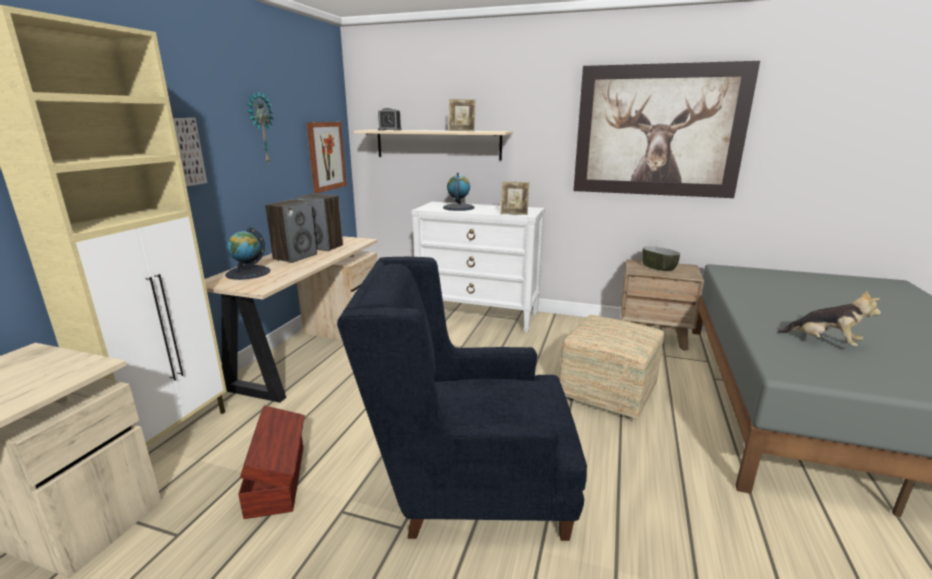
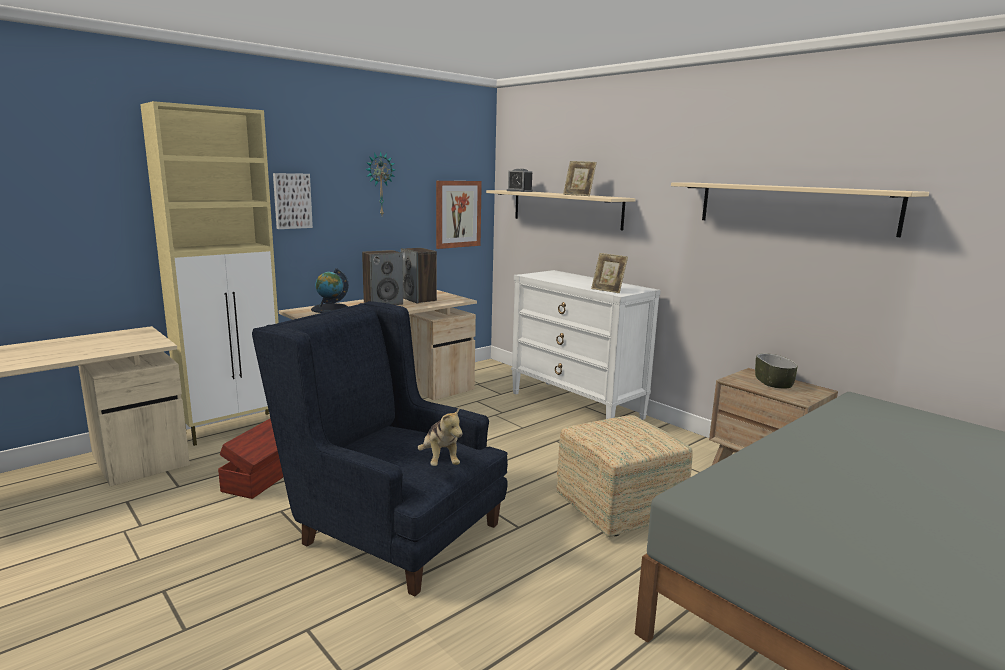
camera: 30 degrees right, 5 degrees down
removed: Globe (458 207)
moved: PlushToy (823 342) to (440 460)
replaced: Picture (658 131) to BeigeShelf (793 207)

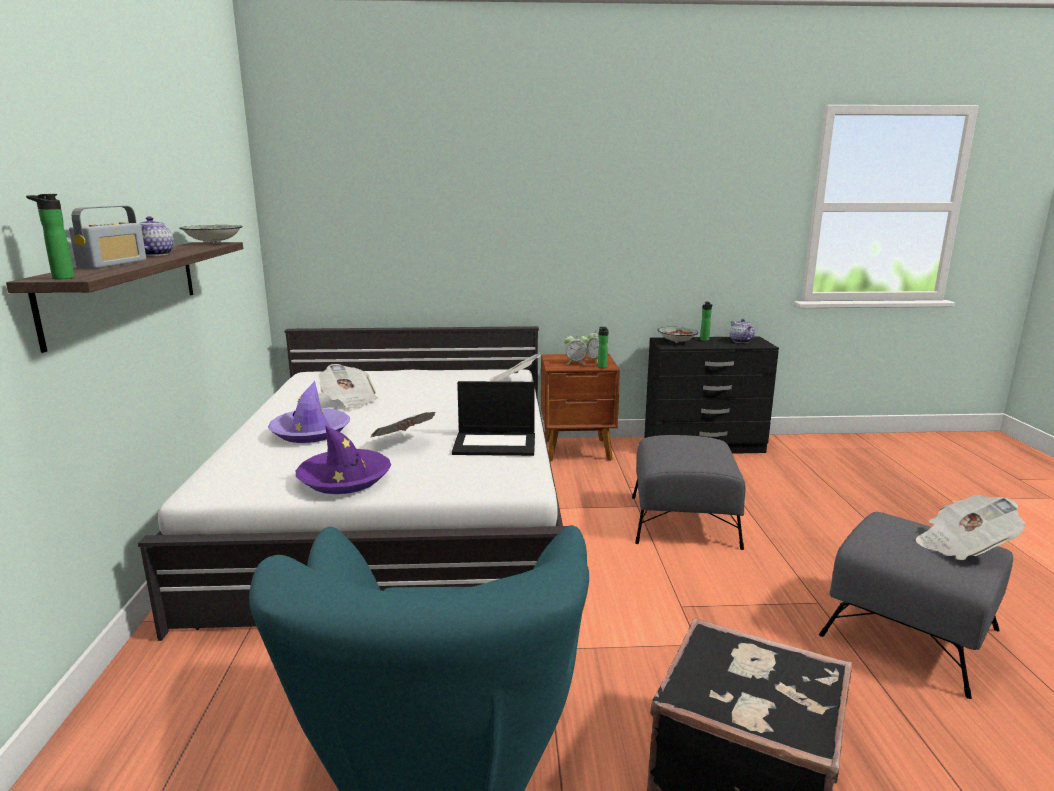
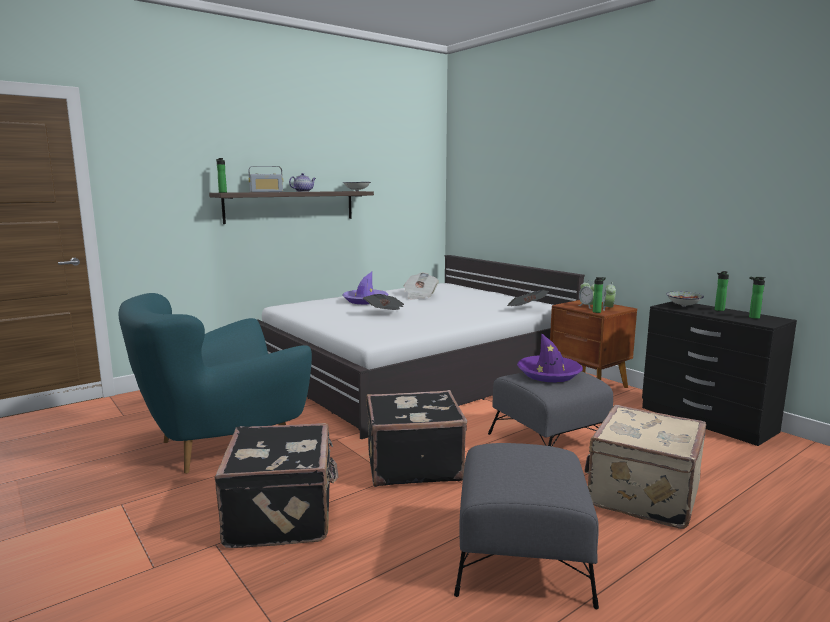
camera: 55 degrees right, 5 degrees down
removed: Laptop (496 444); Newspaper (963 546)
added: BlackSuitcase (412 465); BeigeSuitcase (641 494)
moved: PurpleHat (345 479) to (549 374)
replaced: Teapot (740 341) to Bottle (752 317)

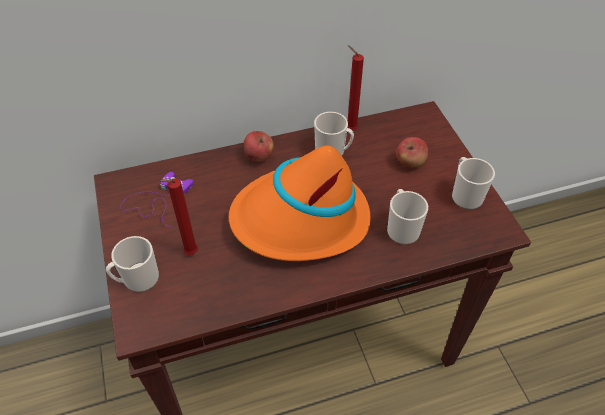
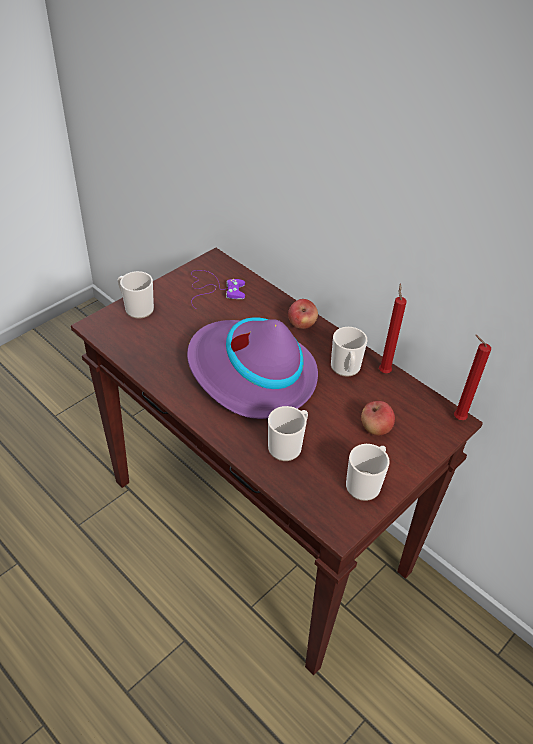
camera: 60 degrees right, 5 degrees down
moved: RedCandle (189 253) to (457 418)
recoloured: OrangeHat (301 219) to PurpleHat (251 375)

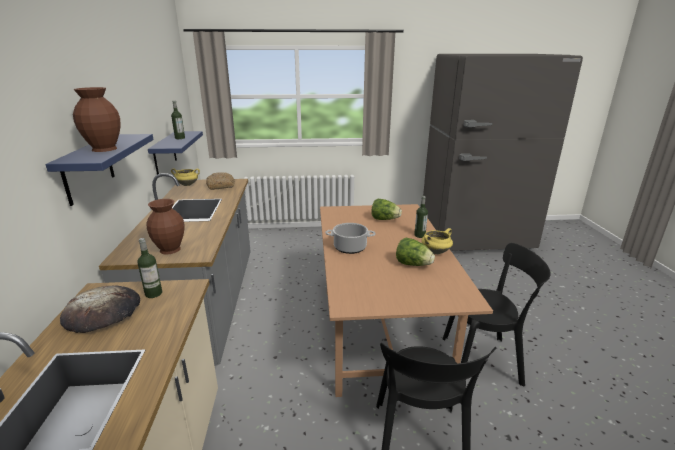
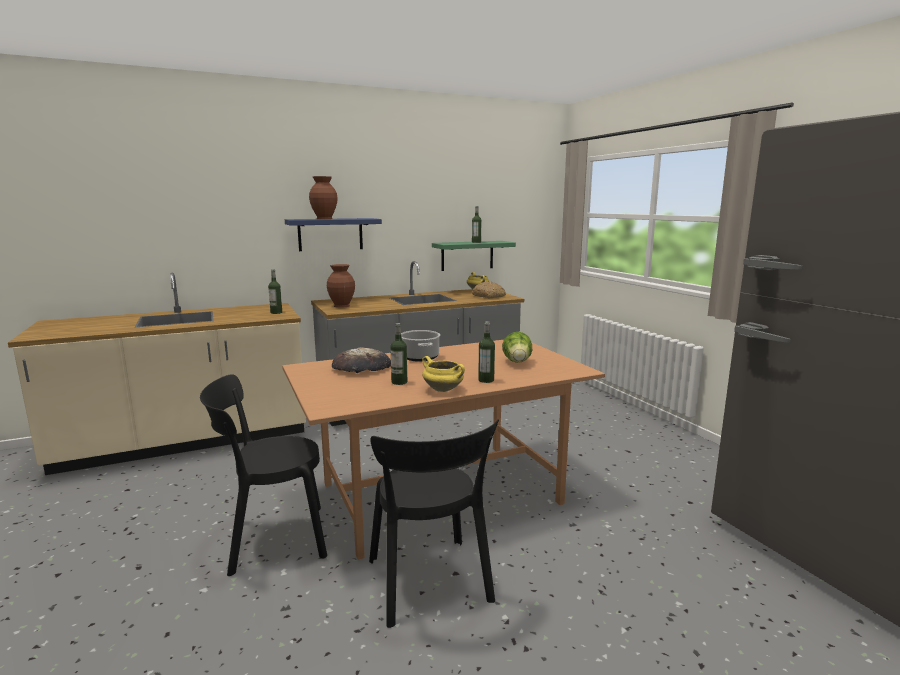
camera: 70 degrees right, 10 degrees down
moved: Bread (103 312) to (361 367)
replaced: Lettuce (413 264) to Bottle (399 382)
recoloured: BlueShelf (164 153) to GreenShelf (467 255)

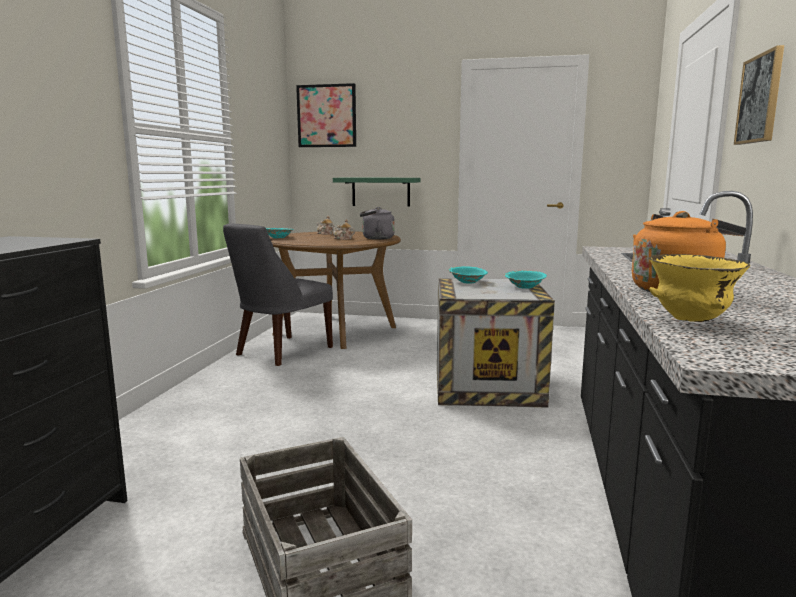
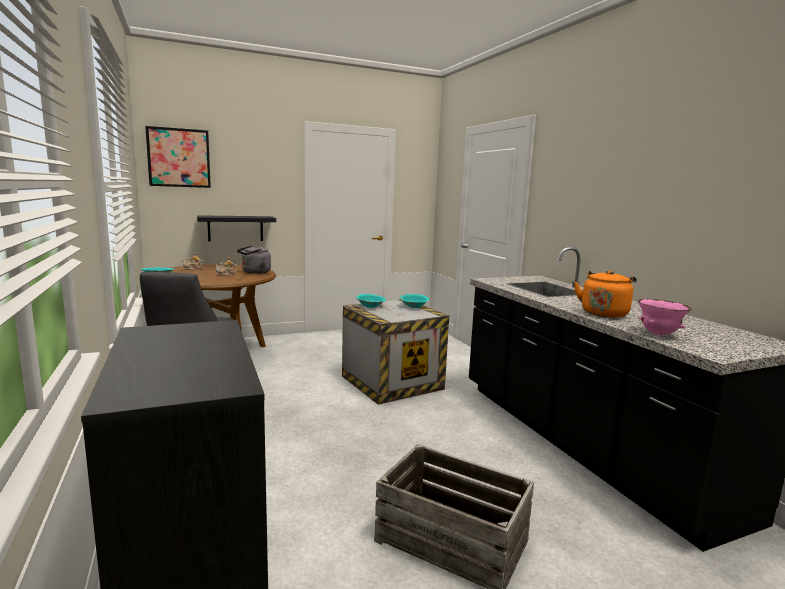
camera: 35 degrees left, 0 degrees up
removed: Picture (760 99)
recoloured: GreenShelf (381 191) to BlackShelf (235 228); YellowBowl (690 321) to PinkBowl (658 334)

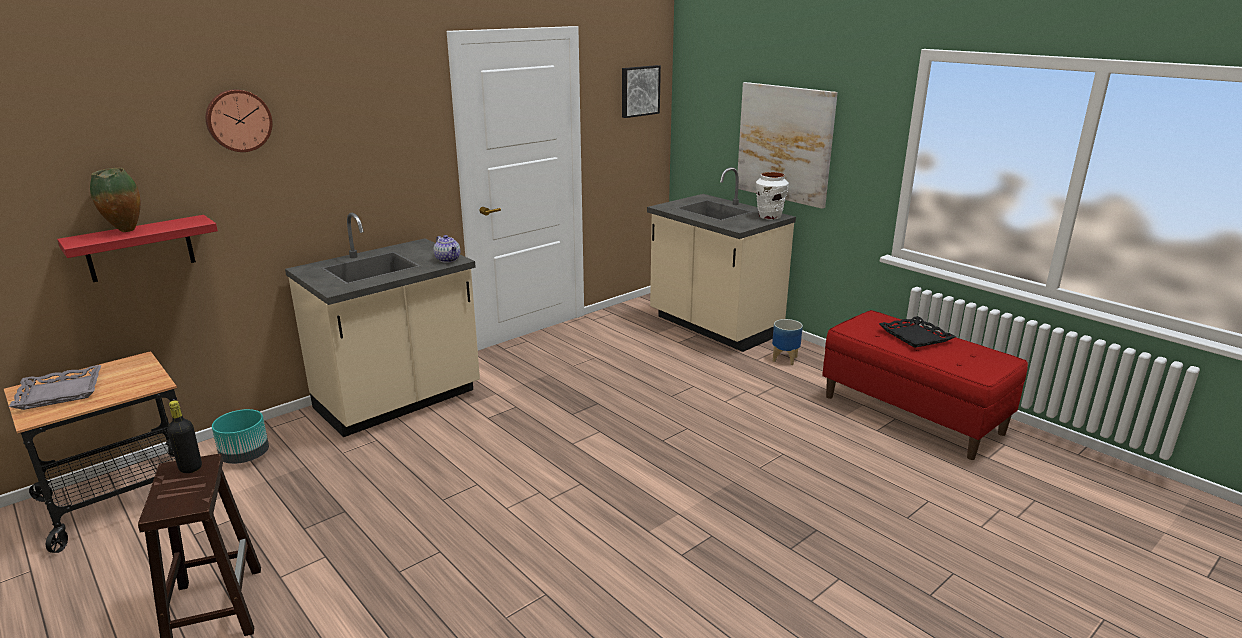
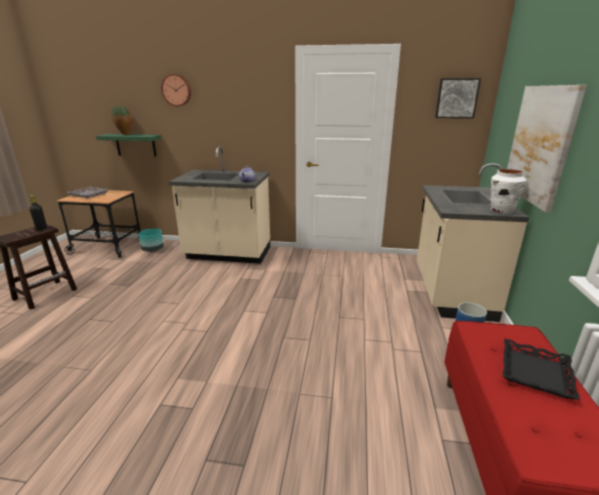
camera: 50 degrees right, 0 degrees up
recoloured: RedShelf (140 249) to GreenShelf (135 145)

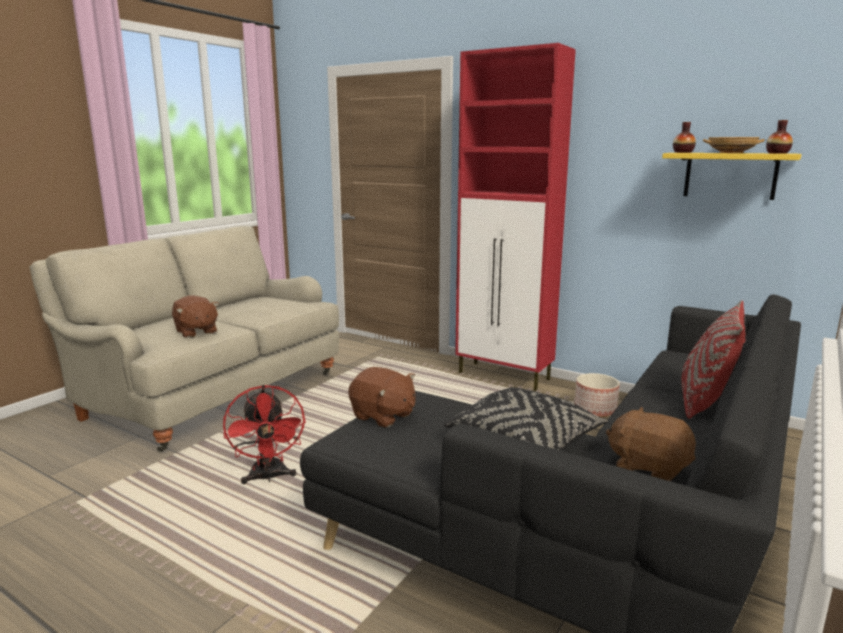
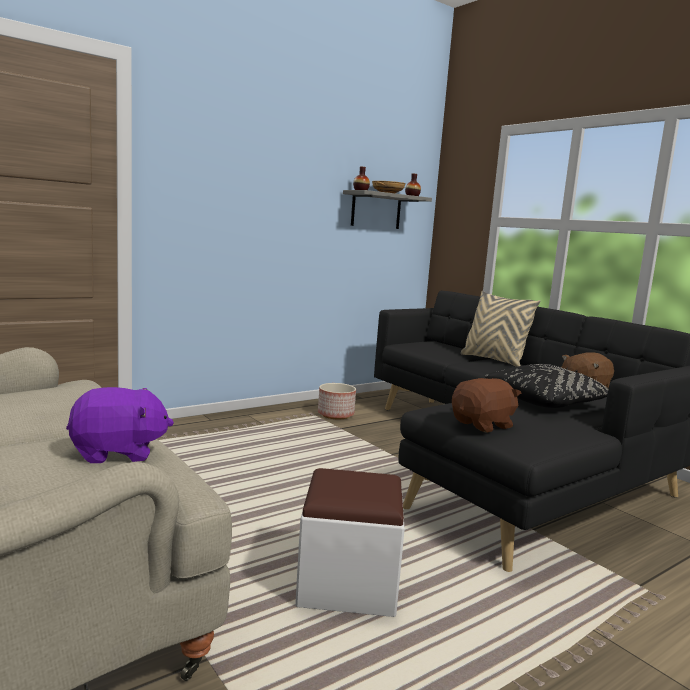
camera: 70 degrees left, 5 degrees down
removed: RedCabinet (505 376)
replaced: RedFan (268 477) to WhiteOttoman (348 584)
recoloured: BrownPlushToy (196 332) to PurplePlushToy (118 453); YellowShelf (730 175) to GreyShelf (376 210); RedPillow (705 403) to BeigePillow (493 360)

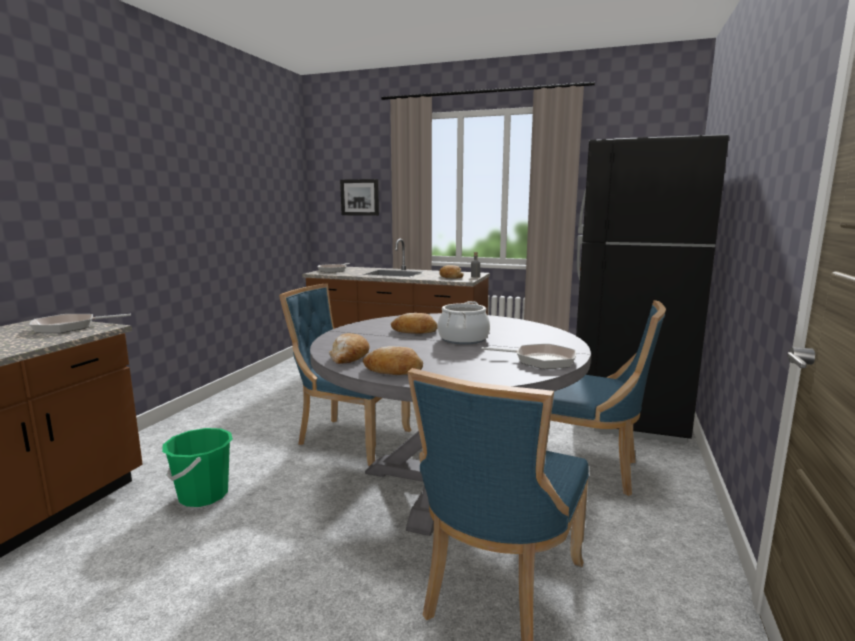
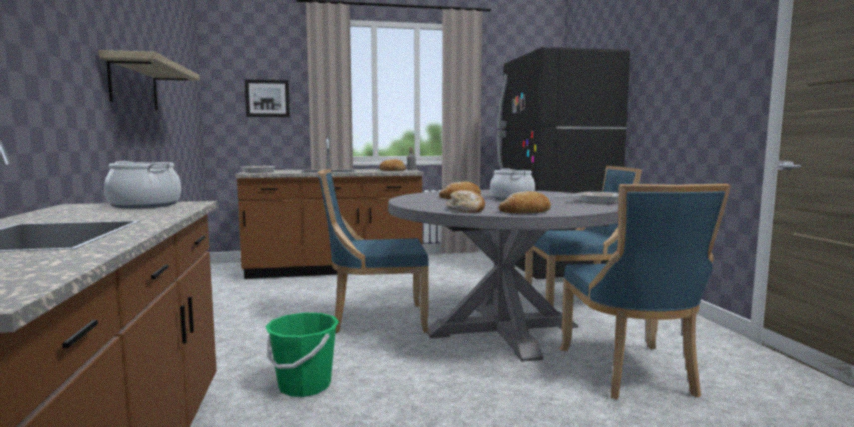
camera: 30 degrees left, 5 degrees down
added: Shelf (134 85)
replaced: FryingPan (69 327) to CookingPot (145 205)

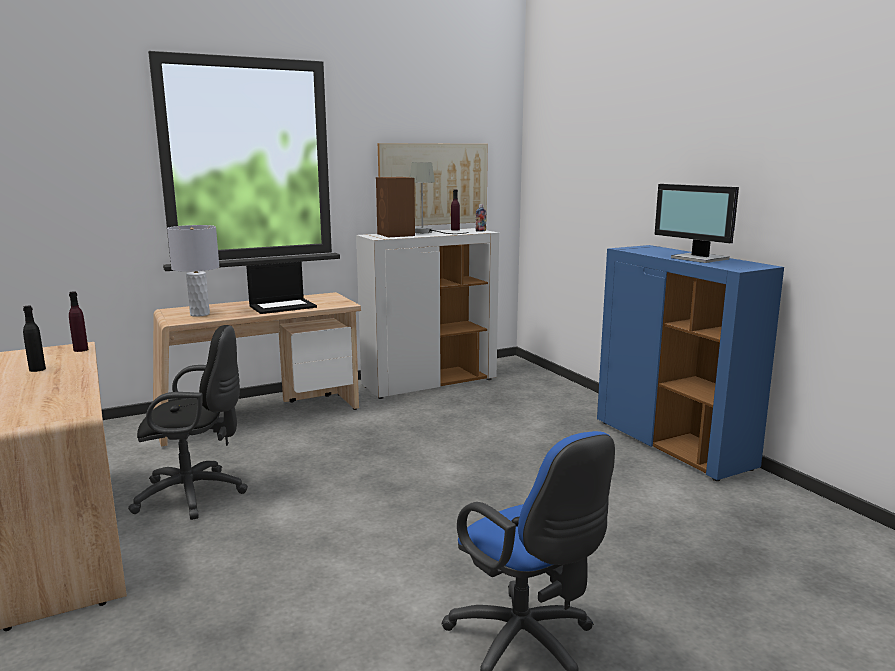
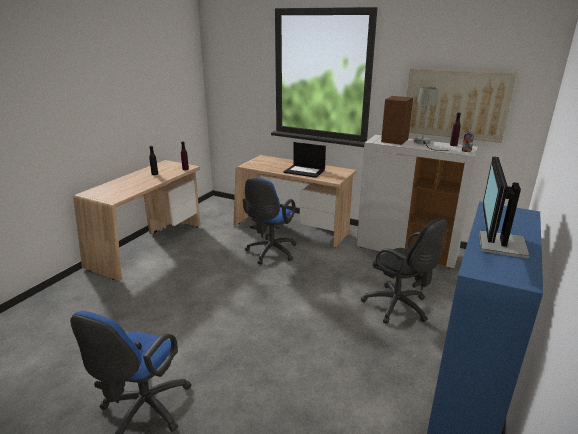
camera: 55 degrees right, 10 degrees up
removed: GreyTableLamp (199 314)
added: BlueOfficeChair (270 253)
moved: BlackOfficeChair (196 494) to (399 307)

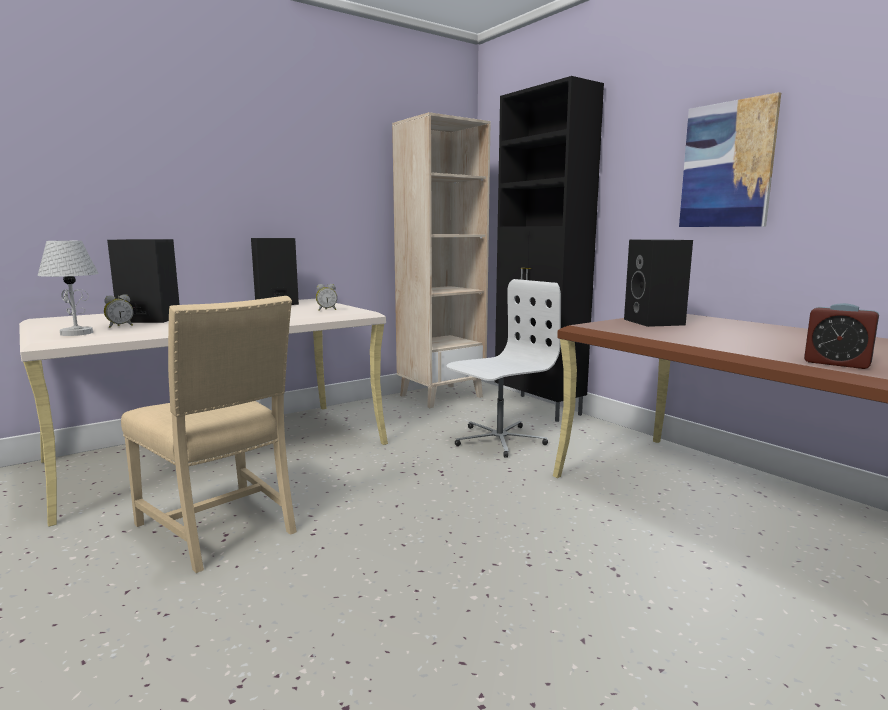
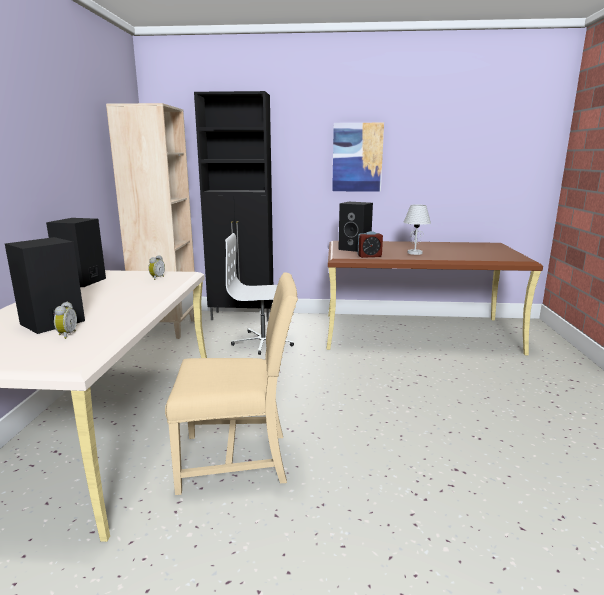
camera: 50 degrees left, 5 degrees up
moved: WhiteTableLamp (76 333) to (414 253); AlarmClock (836 363) to (369 256)
turned: WhiteOfficeChair (498 440) = (263 342) 90 degrees counterclockwise

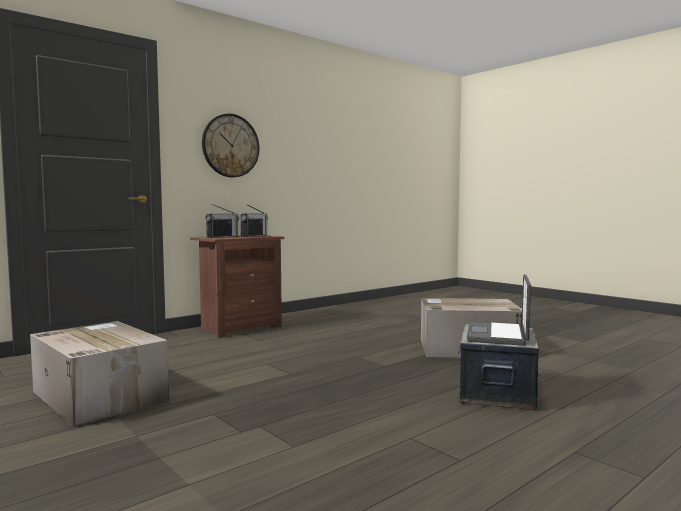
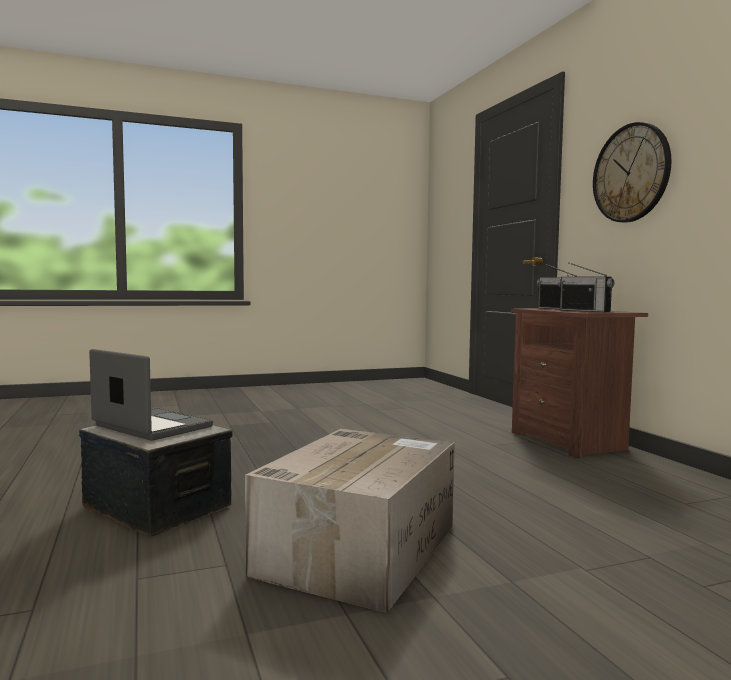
camera: 110 degrees right, 0 degrees up
removed: CardboardBox (98 395)

